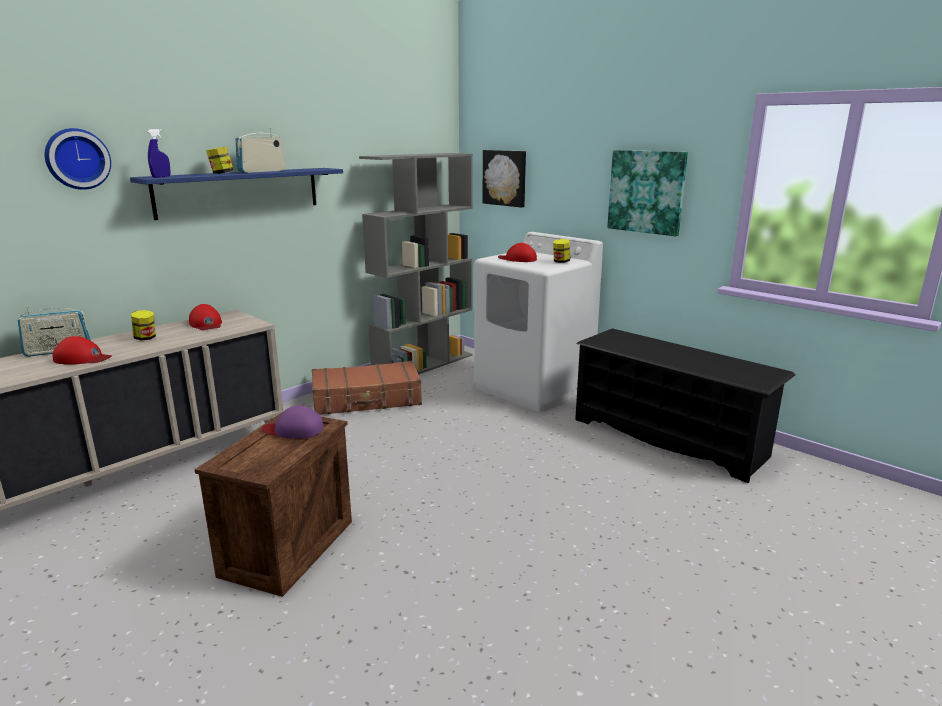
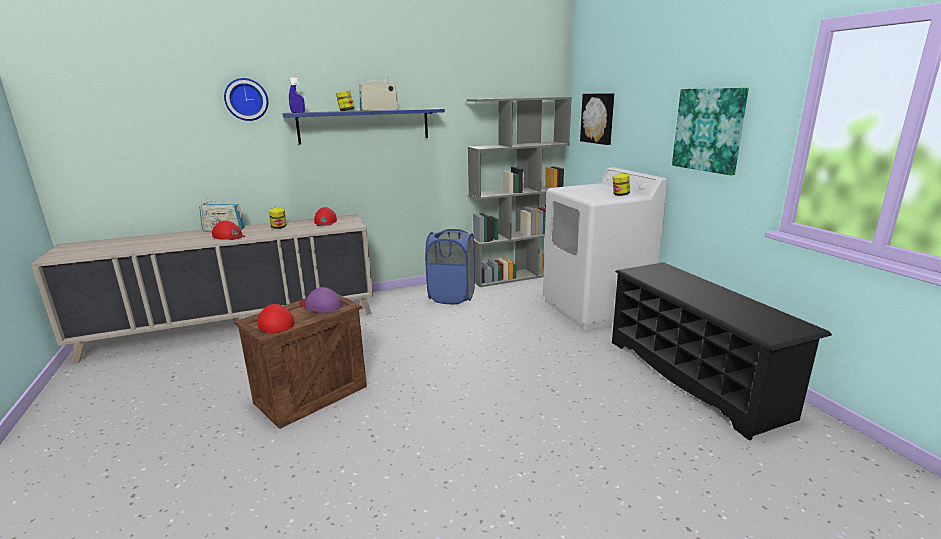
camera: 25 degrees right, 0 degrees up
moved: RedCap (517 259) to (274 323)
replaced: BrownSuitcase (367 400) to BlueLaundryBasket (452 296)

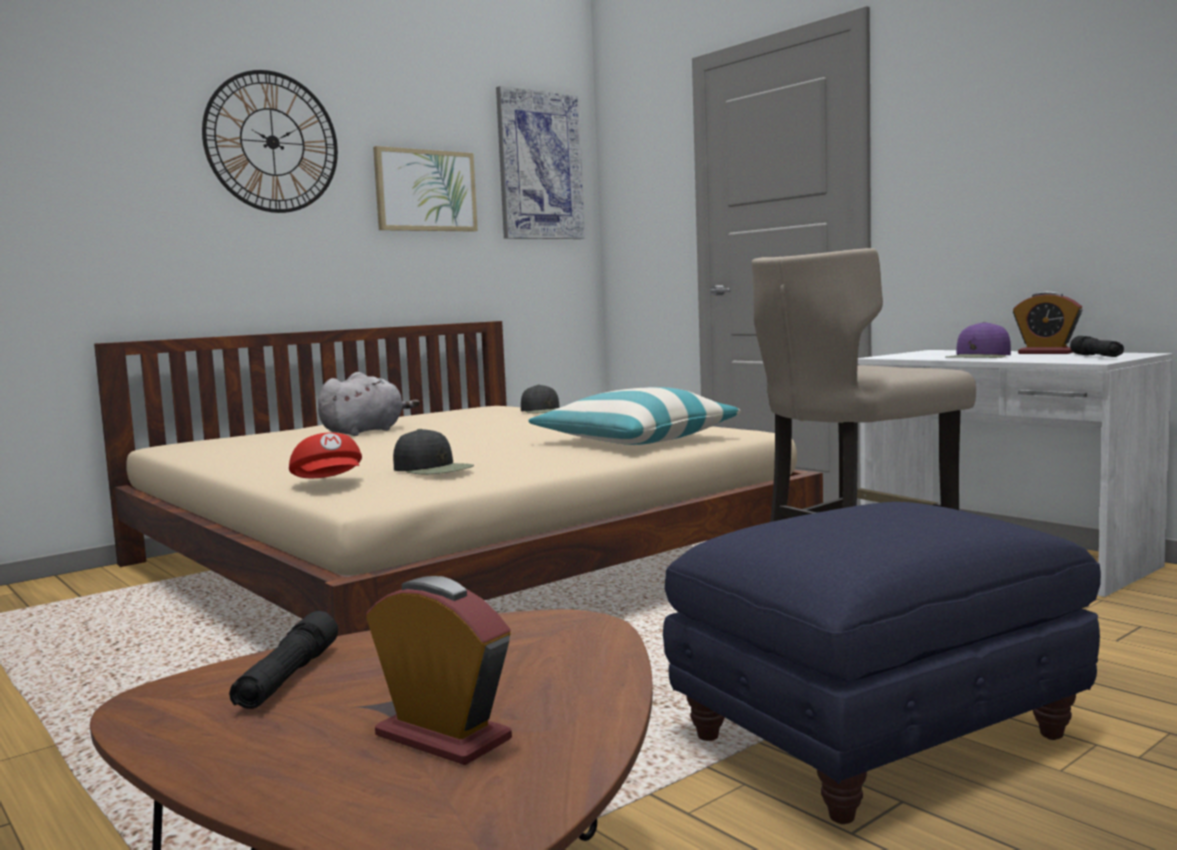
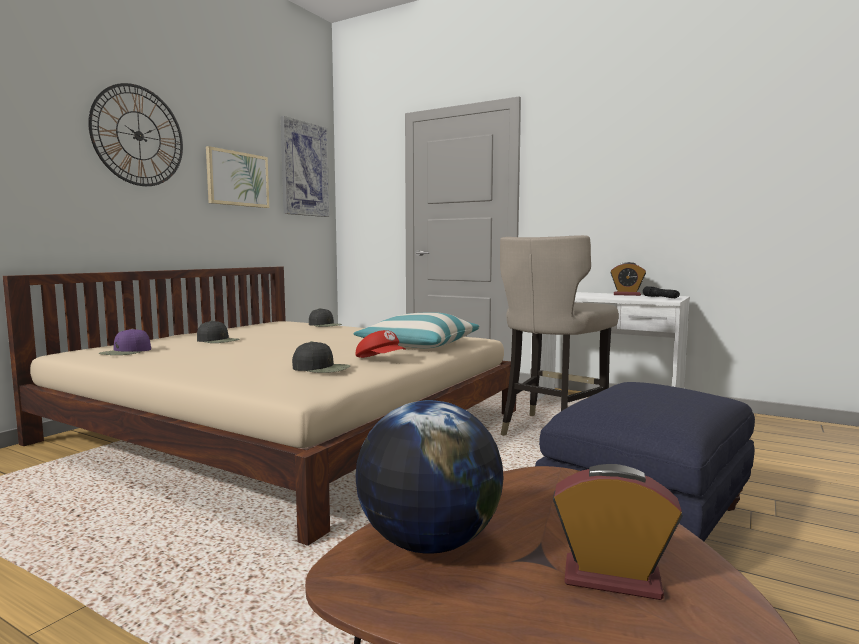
camera: 20 degrees left, 0 degrees up
moved: RedCap (330 483) to (381 360); PurpleCap (979 357) to (126 352)
replaced: BlackFlashlight (288 678) to Globe (428 543); GreyPlushToy (365 432) to BlackCap (218 340)

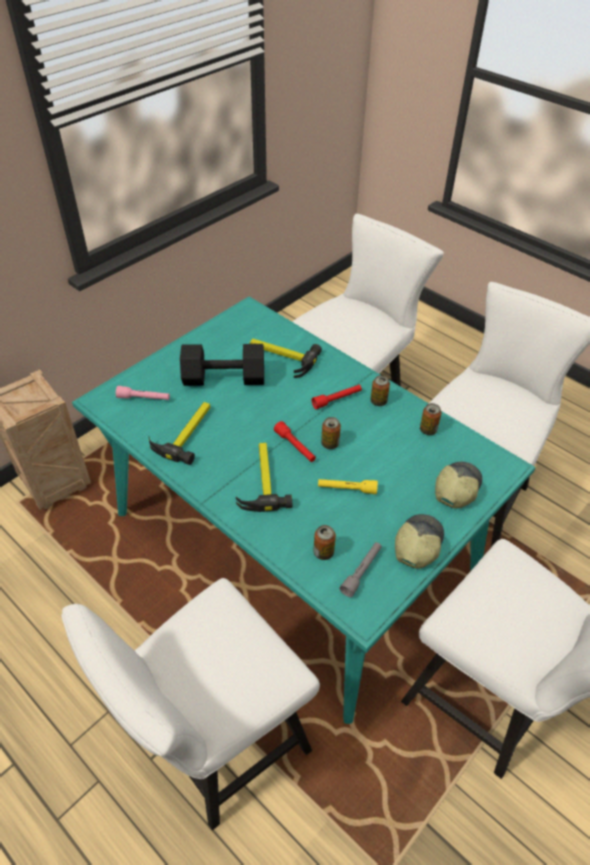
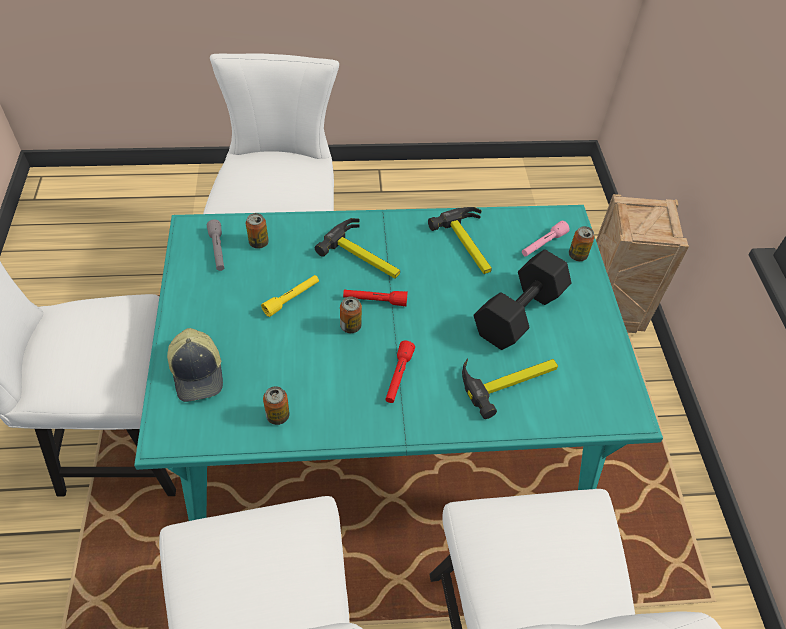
camera: 130 degrees right, 5 degrees up
removed: Cap (417 544)
moved: Can (378 401) to (577 255)

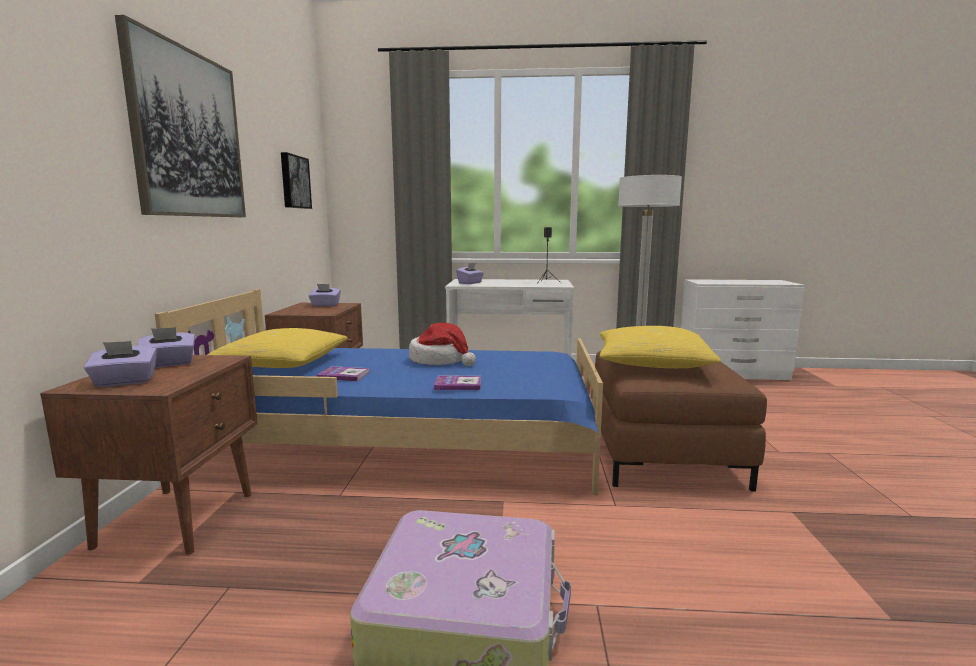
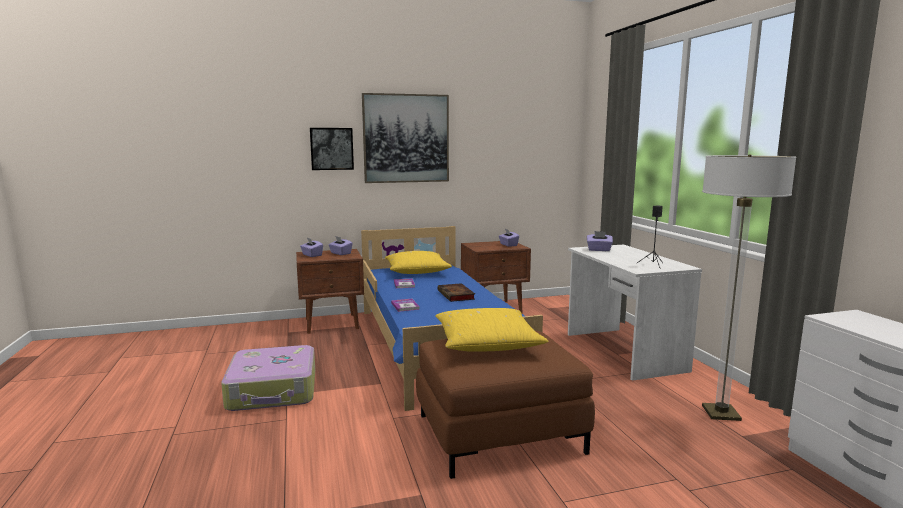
camera: 70 degrees right, 0 degrees up
moved: Picture (294 182) to (331 148)
replaced: Hat (441 360) to Book (456 295)

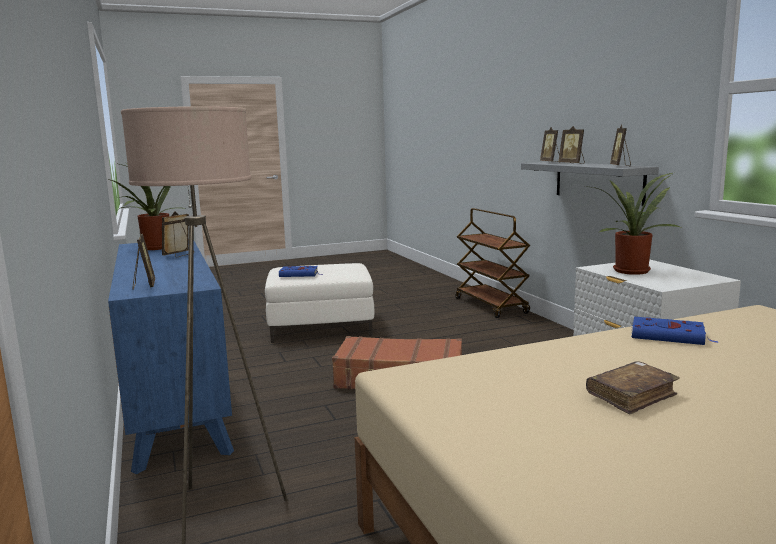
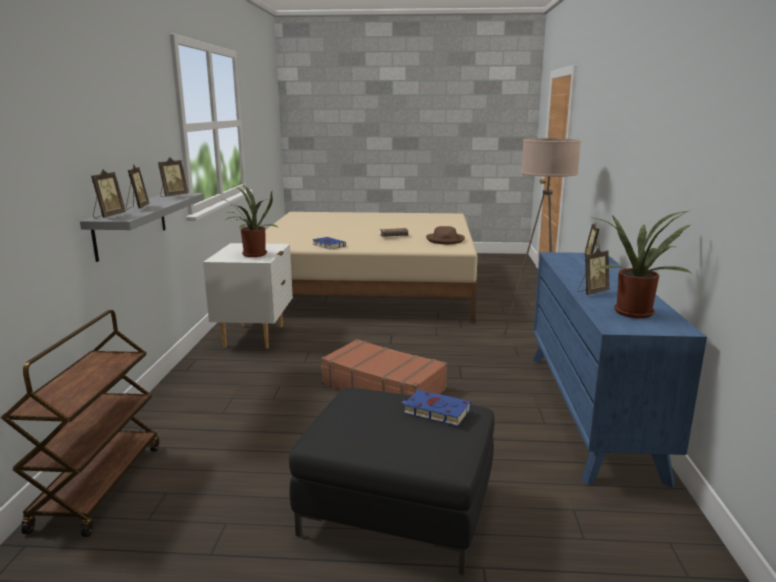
camera: 155 degrees left, 5 degrees up
added: BrownHat (445 240)
recoloured: WhiteOttoman (320 327) to BlackOttoman (398 508)

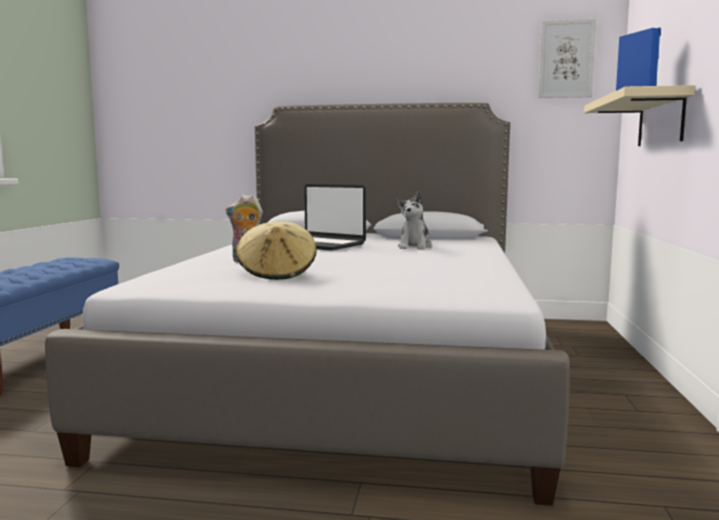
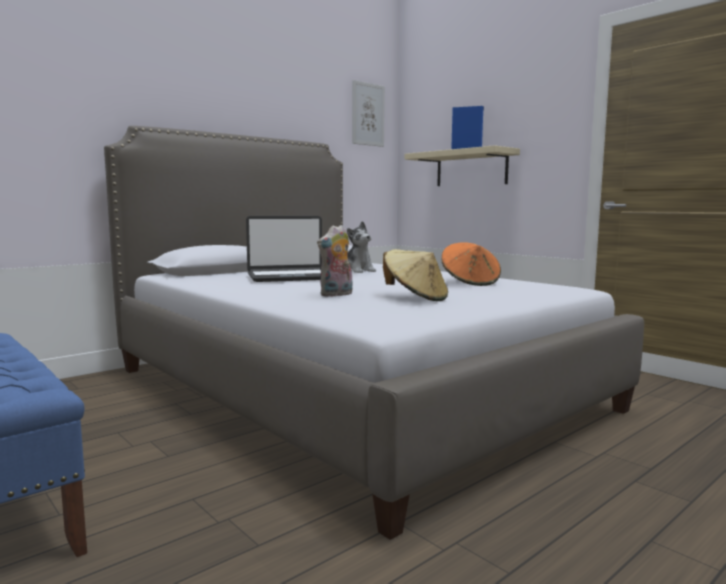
camera: 50 degrees left, 0 degrees up
added: OrangeHat (470 282)

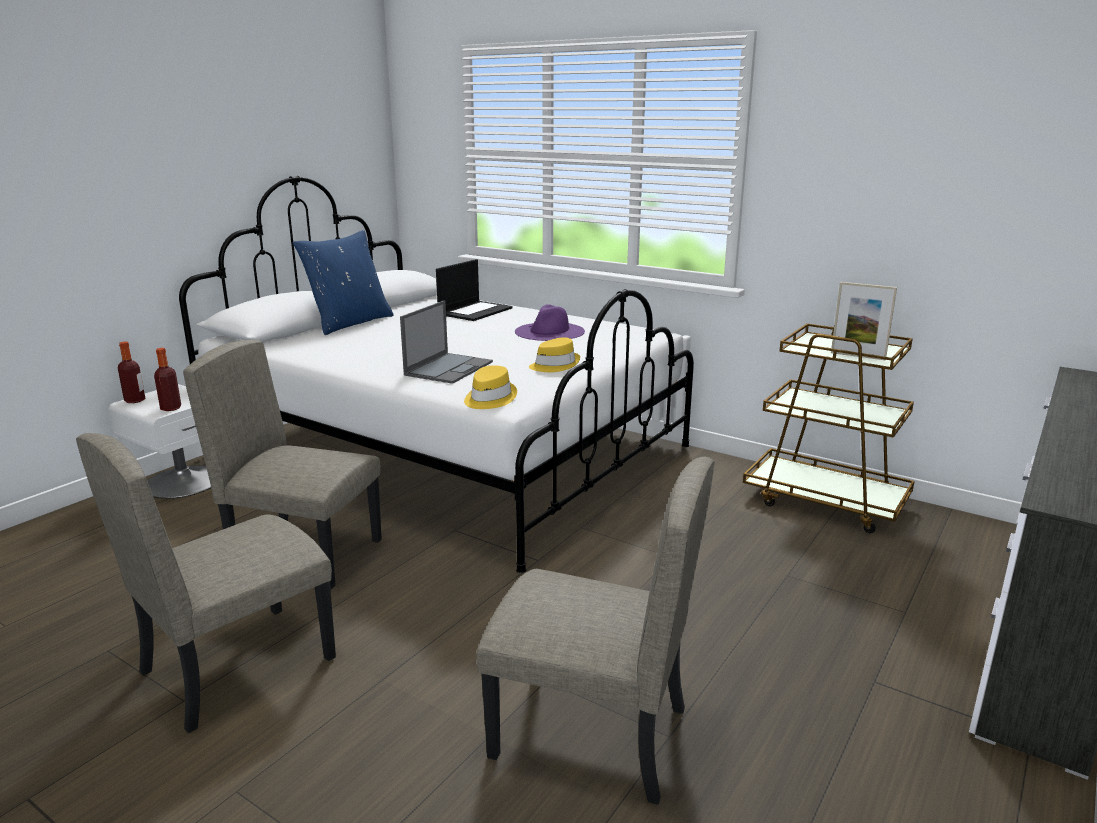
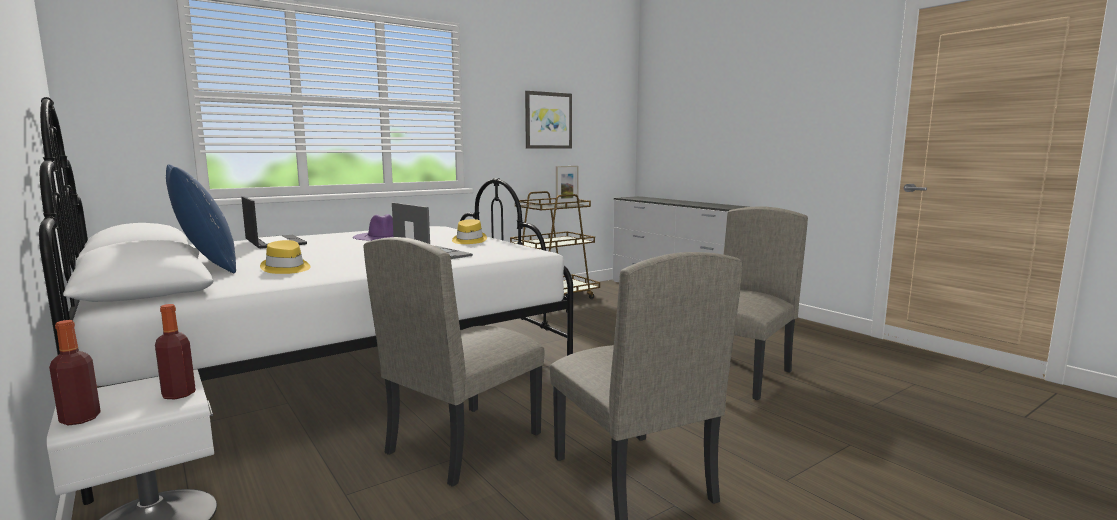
camera: 70 degrees left, 10 degrees down
added: Picture (548 120)
moved: YellowHat (489 399) to (286 268)

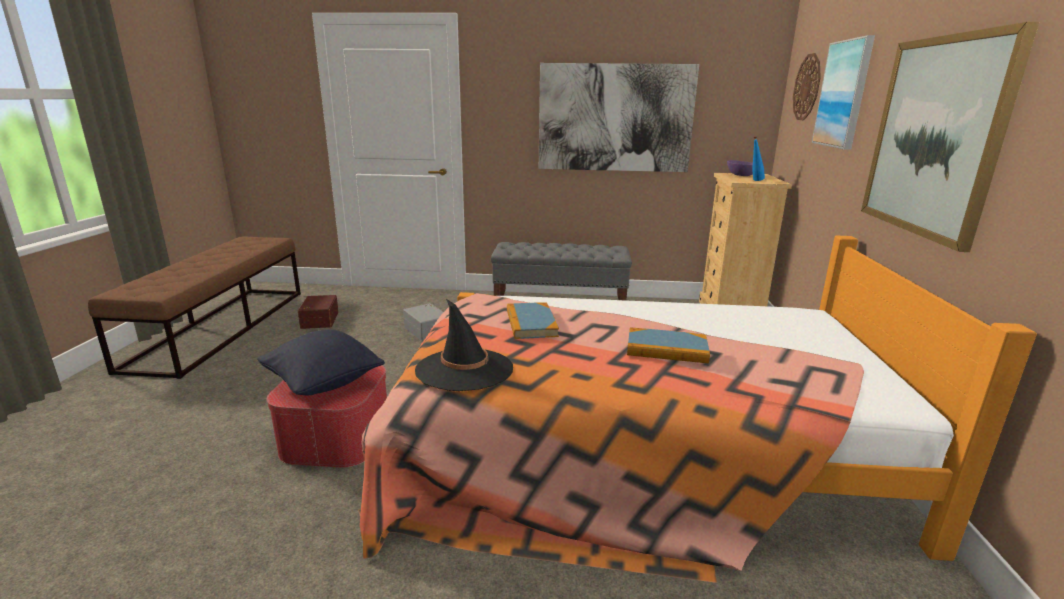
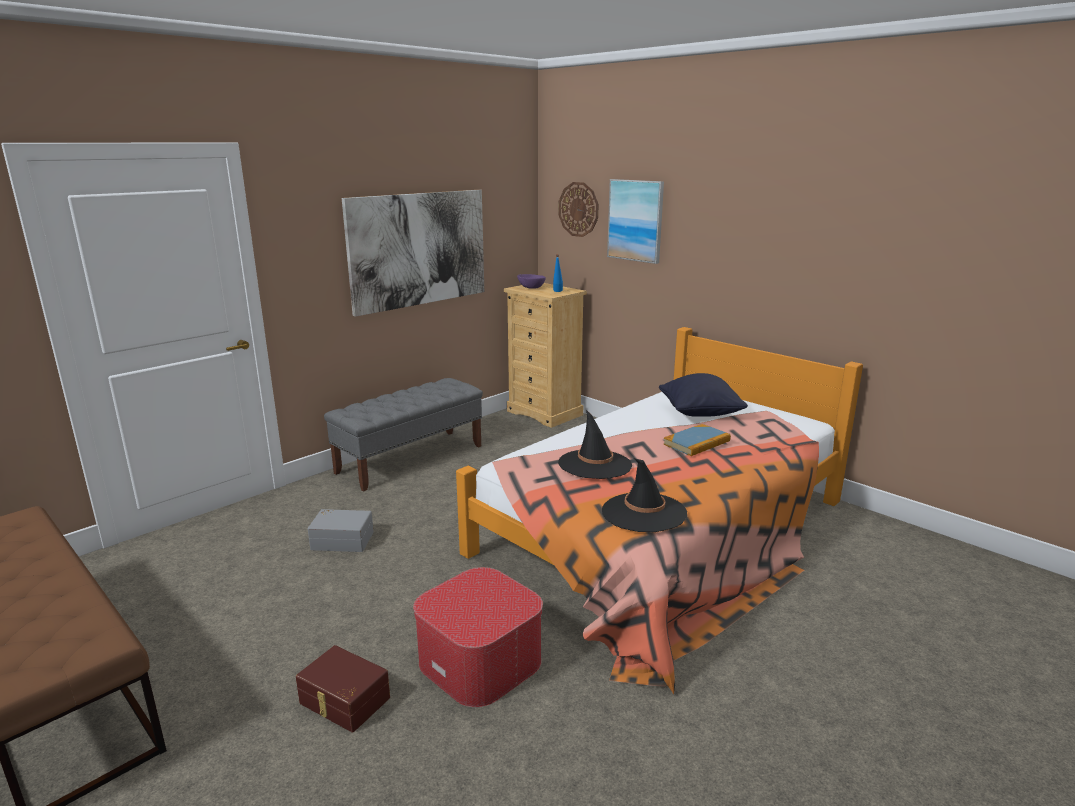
camera: 50 degrees left, 0 degrees up
removed: Picture (935 137)
moved: BlackPillow (324 384) to (699 414); BrownStorageBox (318 320) to (343 701)
replaced: Book (531 323) to BlackHat (595 464)

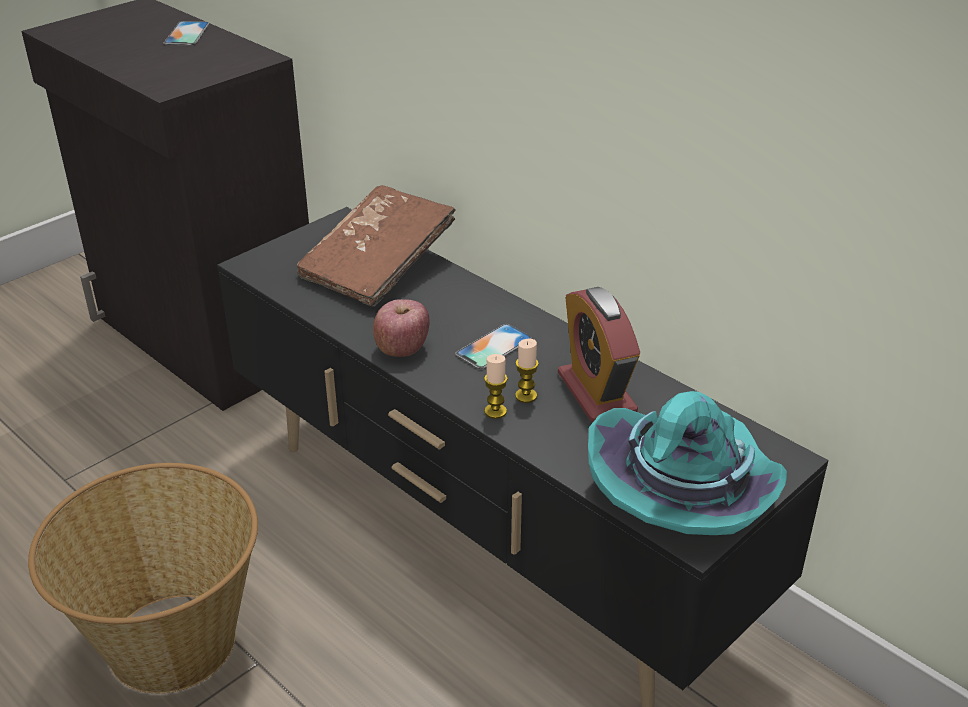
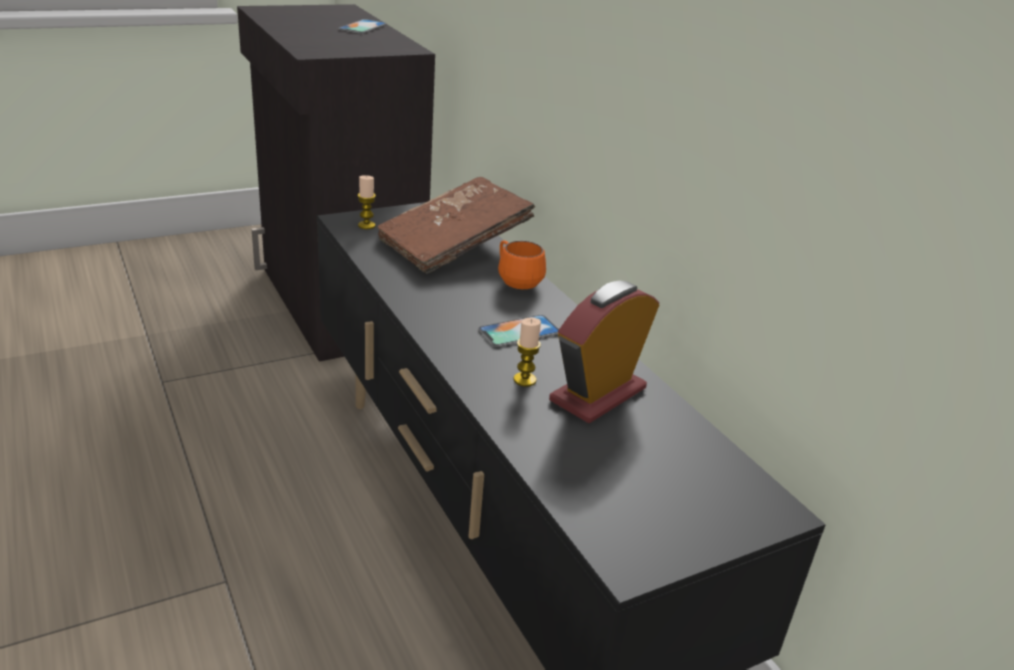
camera: 15 degrees right, 5 degrees down
removed: Basket (170 641); Apple (402 349); TurquoiseHat (685 489)
added: OrangeMug (515 281)
moved: Candle (495 411) to (366 225)
turned: AlarmClock (596 393) = (598 394) 45 degrees clockwise

